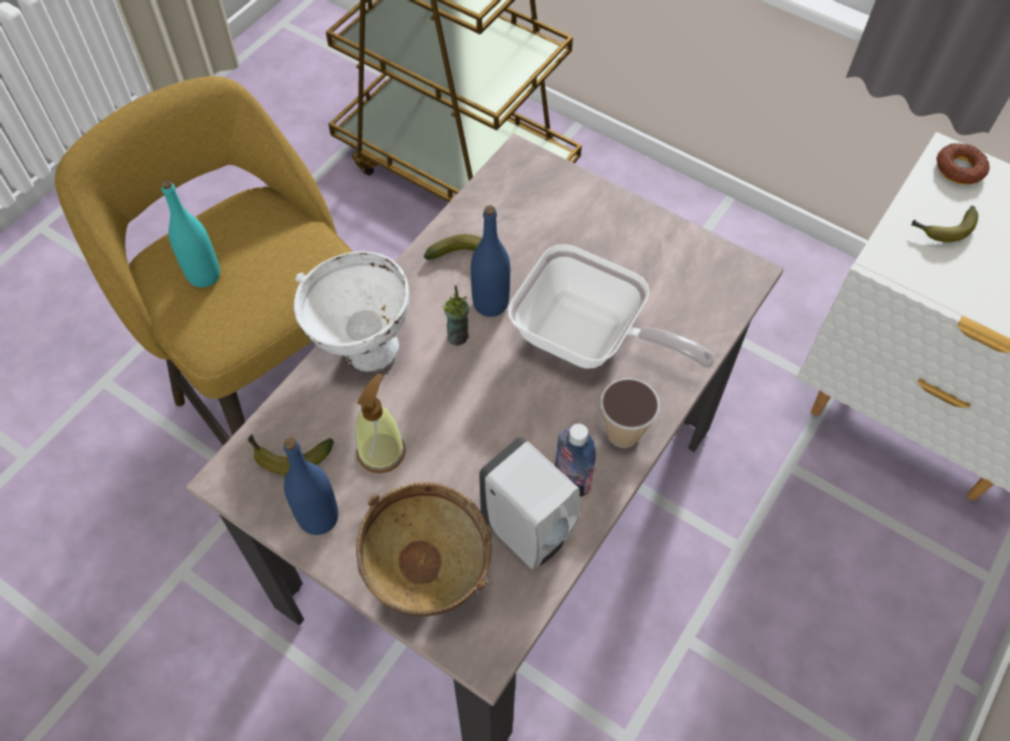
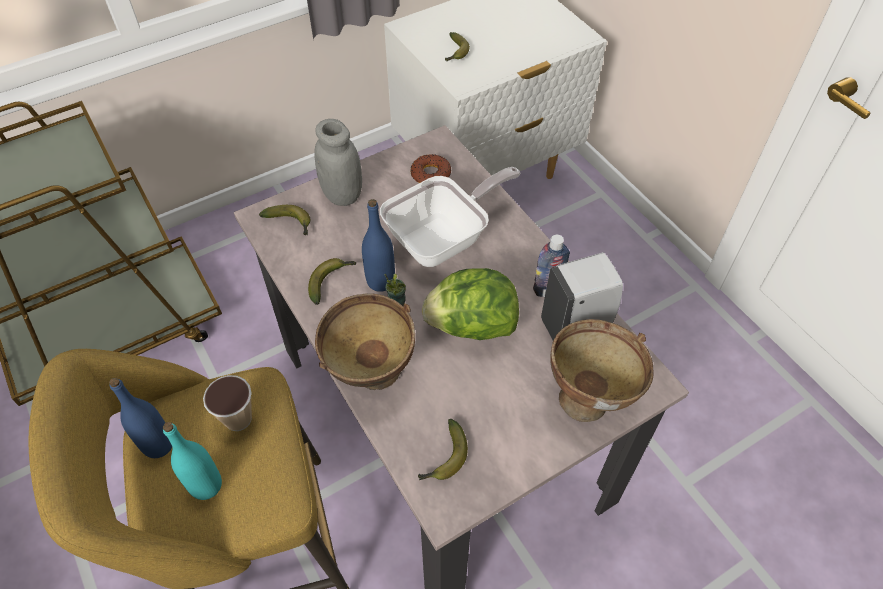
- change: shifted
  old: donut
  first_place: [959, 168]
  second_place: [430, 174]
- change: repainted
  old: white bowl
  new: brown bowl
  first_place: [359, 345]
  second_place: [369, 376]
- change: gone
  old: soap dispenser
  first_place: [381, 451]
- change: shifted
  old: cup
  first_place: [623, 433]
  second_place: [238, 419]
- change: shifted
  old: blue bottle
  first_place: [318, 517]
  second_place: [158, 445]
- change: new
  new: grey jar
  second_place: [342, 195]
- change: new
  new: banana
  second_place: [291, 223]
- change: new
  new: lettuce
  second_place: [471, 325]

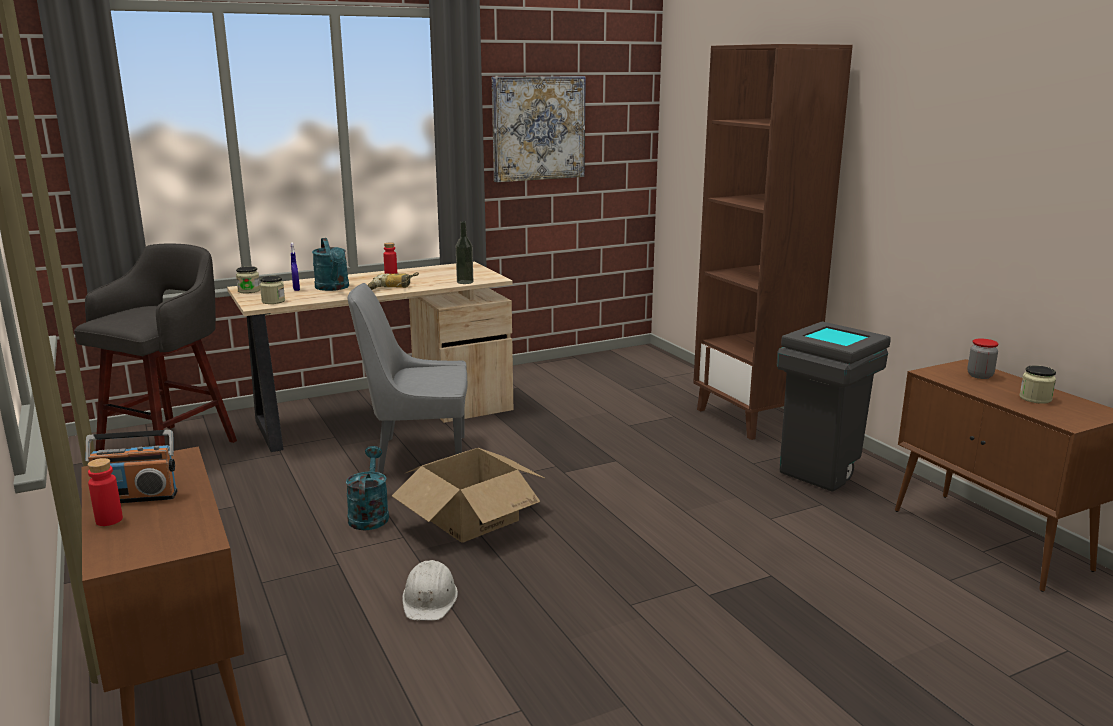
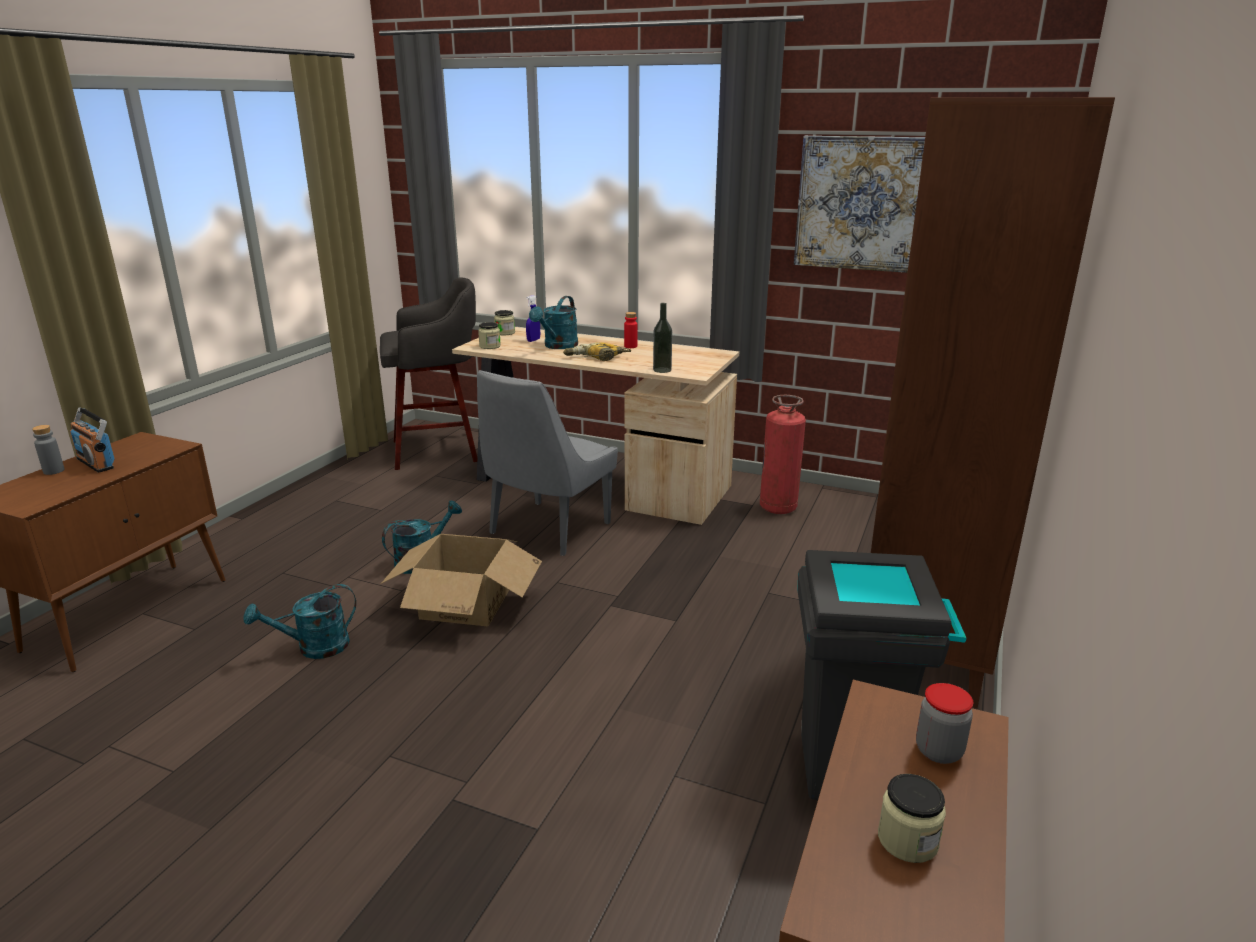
- change: rotated
  old: grey chair
  first_place: [417, 456]
  second_place: [547, 530]
  degrees: -105
- change: repainted
  old: red bottle
  new: grey bottle
  first_place: [109, 520]
  second_place: [54, 471]
- change: swapped
  old: white hard hat
  new: turquoise watering can
  first_place: [430, 599]
  second_place: [314, 648]
- change: new
  new: fire extinguisher
  second_place: [778, 508]

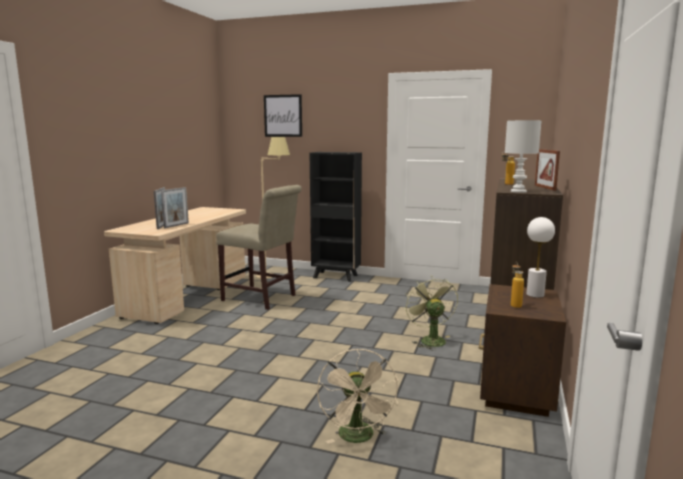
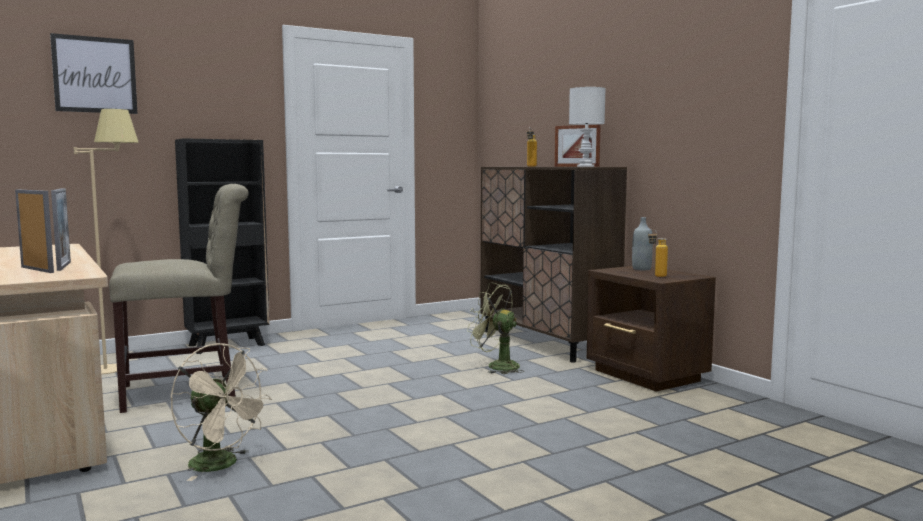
- change: swapped
  old: white table lamp
  new: grey bottle
  first_place: [535, 294]
  second_place: [641, 269]
- change: shifted
  old: beige fan
  first_place: [358, 438]
  second_place: [222, 465]

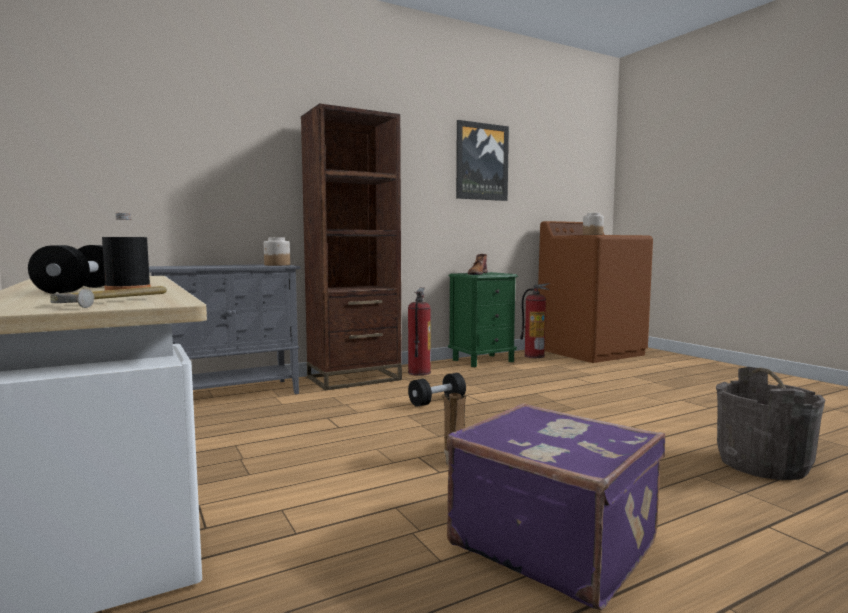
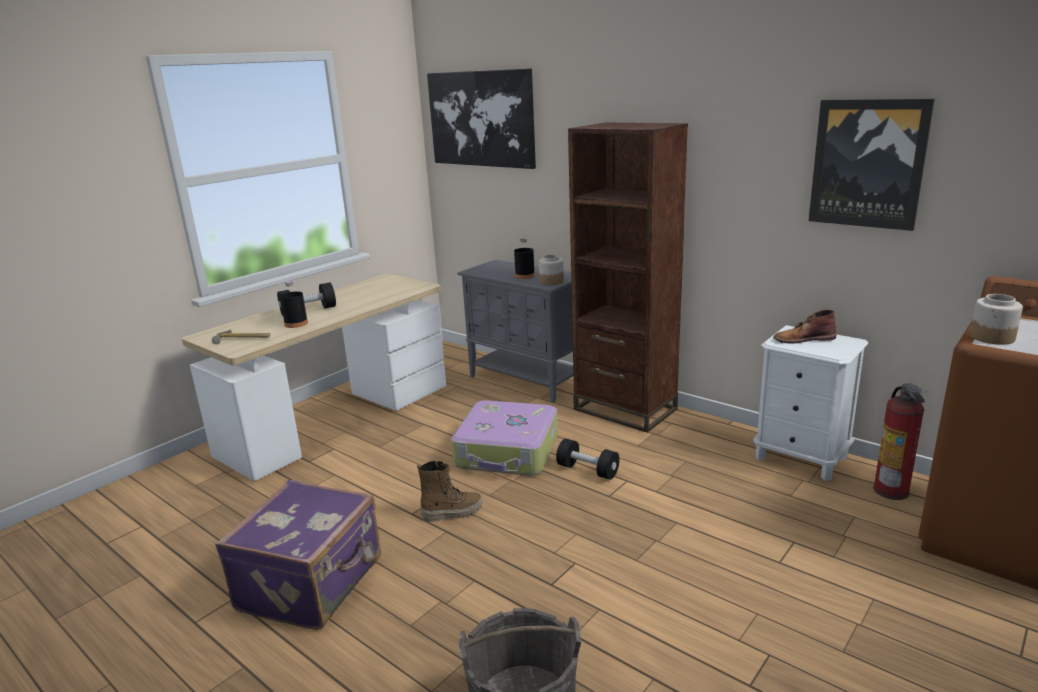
- change: repainted
  old: green nightstand
  new: white nightstand
  first_place: [483, 360]
  second_place: [801, 458]
- change: gone
  old: fire extinguisher
  first_place: [419, 372]
- change: new
  new: picture
  second_place: [481, 119]
- change: new
  new: black bottle
  second_place: [525, 276]
- change: new
  new: suitcase
  second_place: [508, 452]

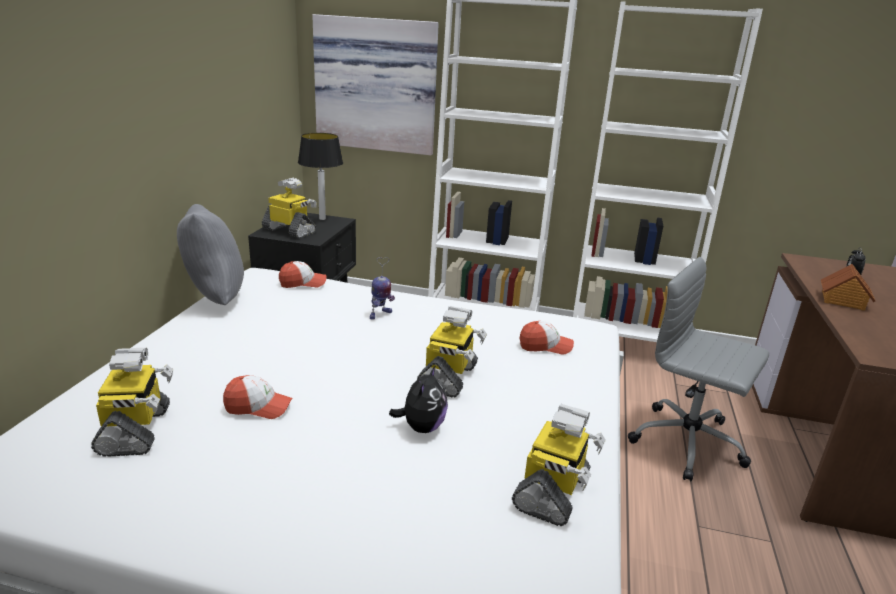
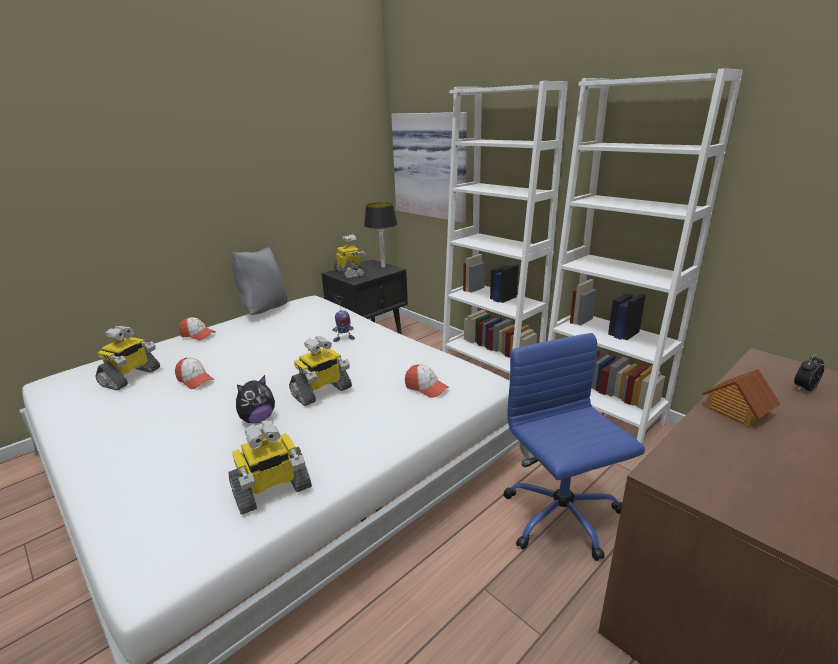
- change: repainted
  old: grey office chair
  new: blue office chair
  first_place: [689, 443]
  second_place: [562, 518]
- change: shifted
  old: cap
  first_place: [303, 283]
  second_place: [198, 335]

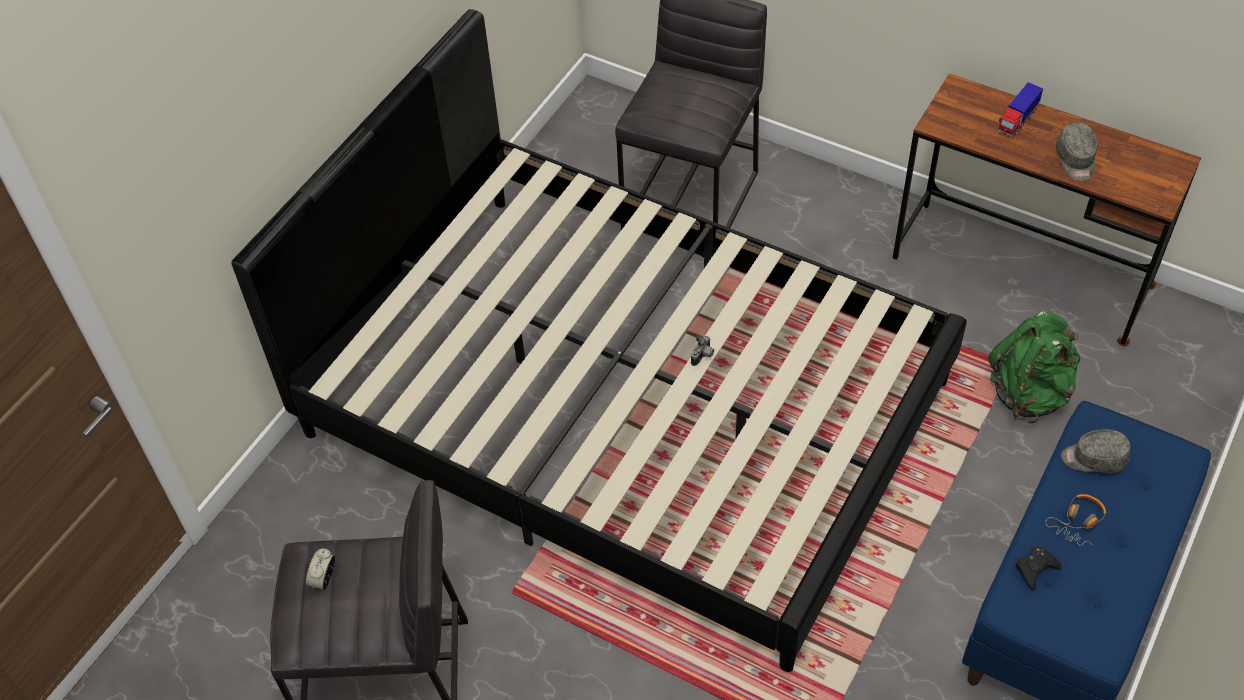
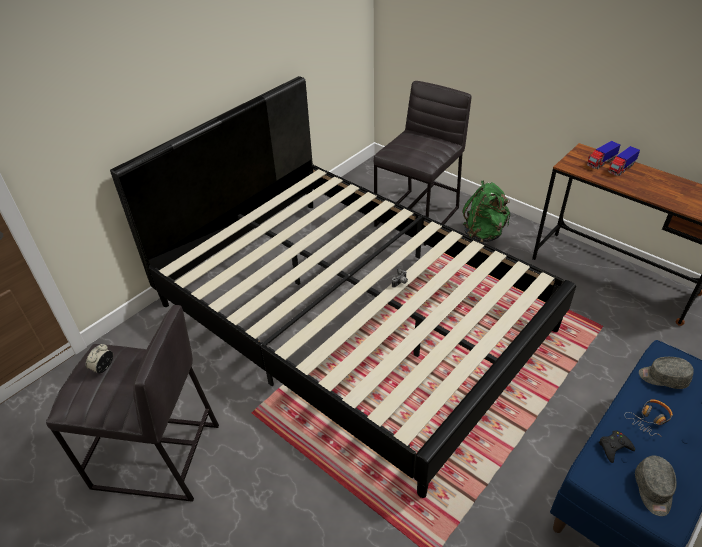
- change: shifted
  old: grey cap
  first_place: [1075, 160]
  second_place: [653, 490]
- change: shifted
  old: green backpack
  first_place: [1030, 392]
  second_place: [483, 234]
- change: new
  new: toy truck
  second_place: [600, 162]

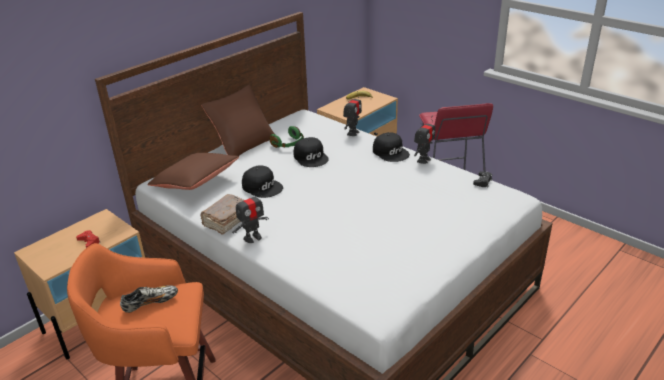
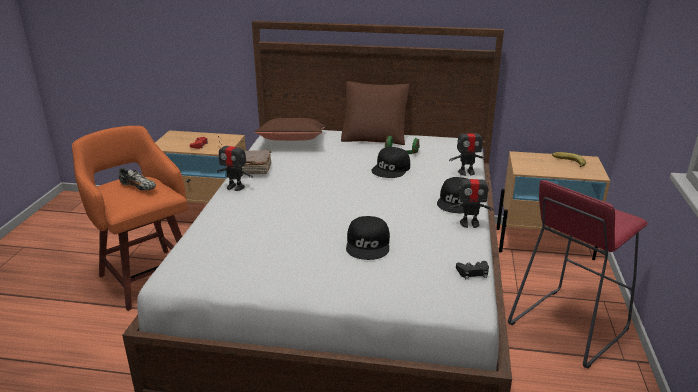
- change: shifted
  old: black cap
  first_place: [262, 186]
  second_place: [368, 244]

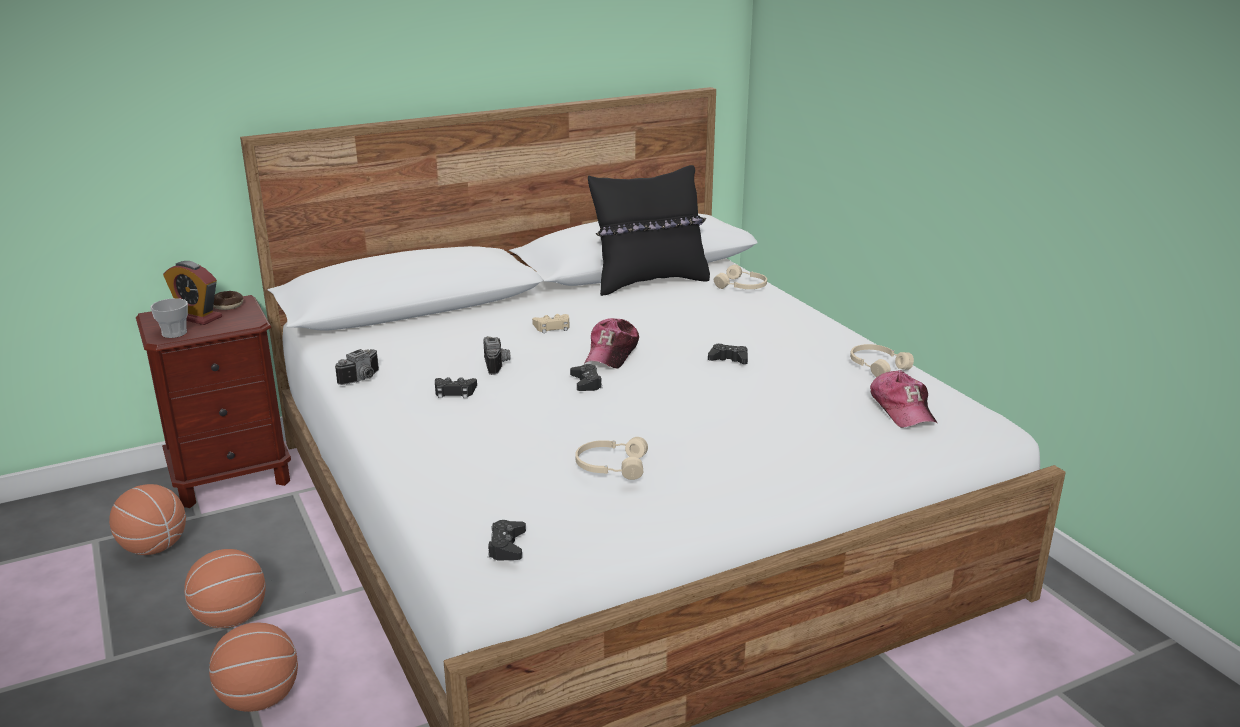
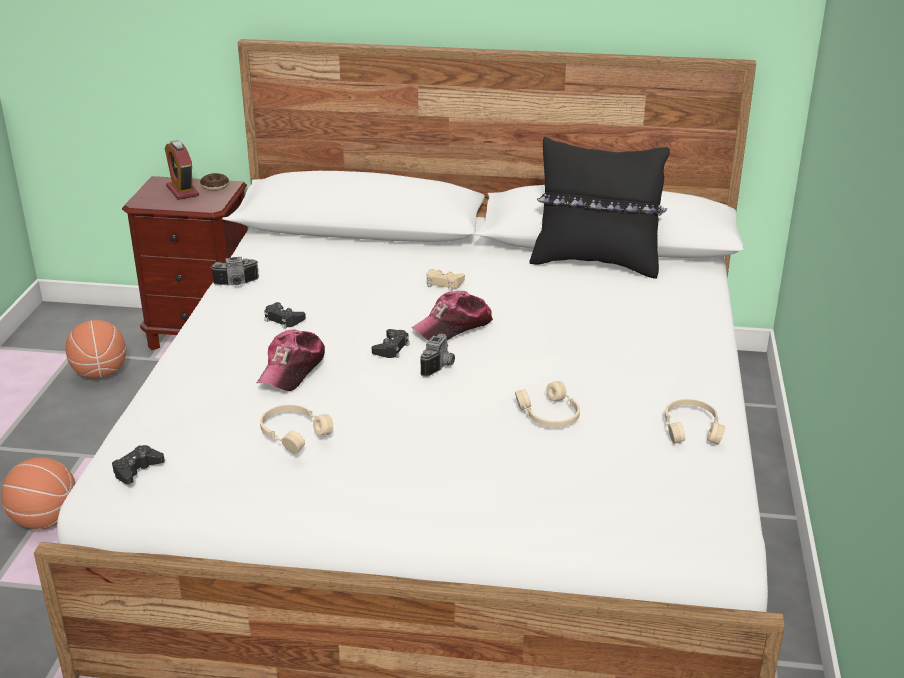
- change: shifted
  old: beige headphones
  first_place: [742, 287]
  second_place: [549, 415]
- change: gone
  old: cup
  first_place: [174, 333]
- change: shifted
  old: photo camera
  first_place: [498, 364]
  second_place: [441, 366]
- change: gone
  old: black game controller
  first_place: [729, 359]
- change: shifted
  old: cap
  first_place: [902, 409]
  second_place: [292, 369]
- change: gone
  old: basketball
  first_place: [230, 618]

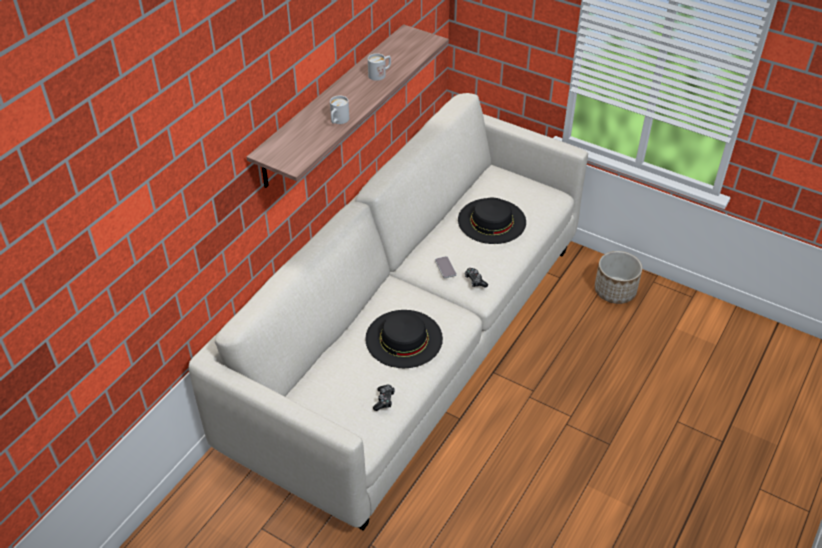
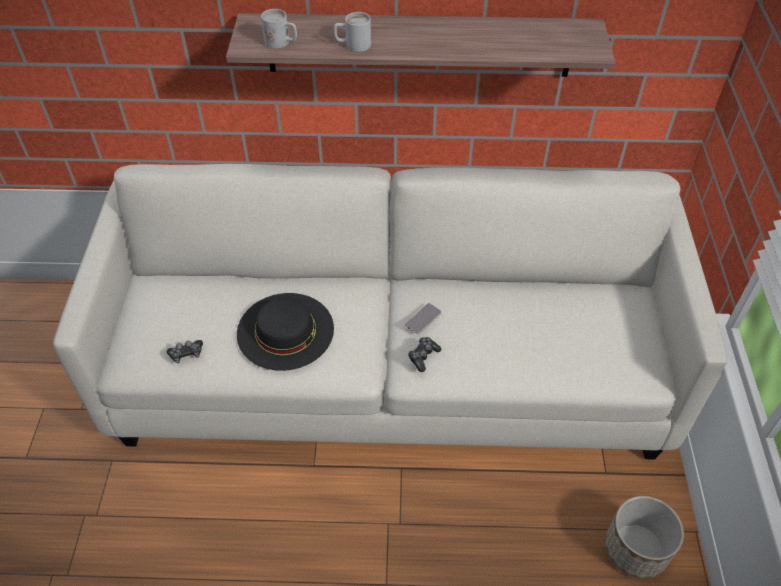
- change: shifted
  old: white mug
  first_place: [380, 74]
  second_place: [282, 43]
- change: gone
  old: black hat
  first_place: [491, 221]

